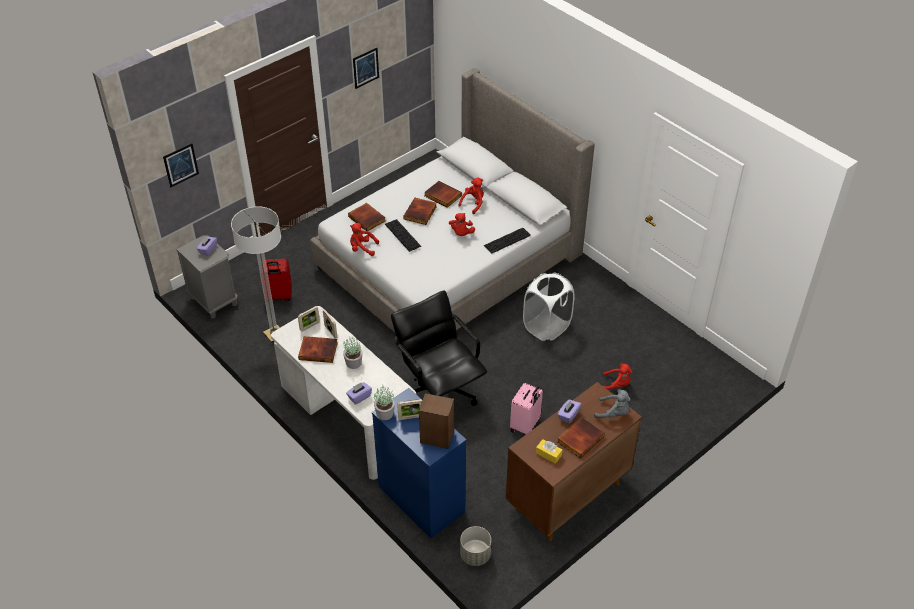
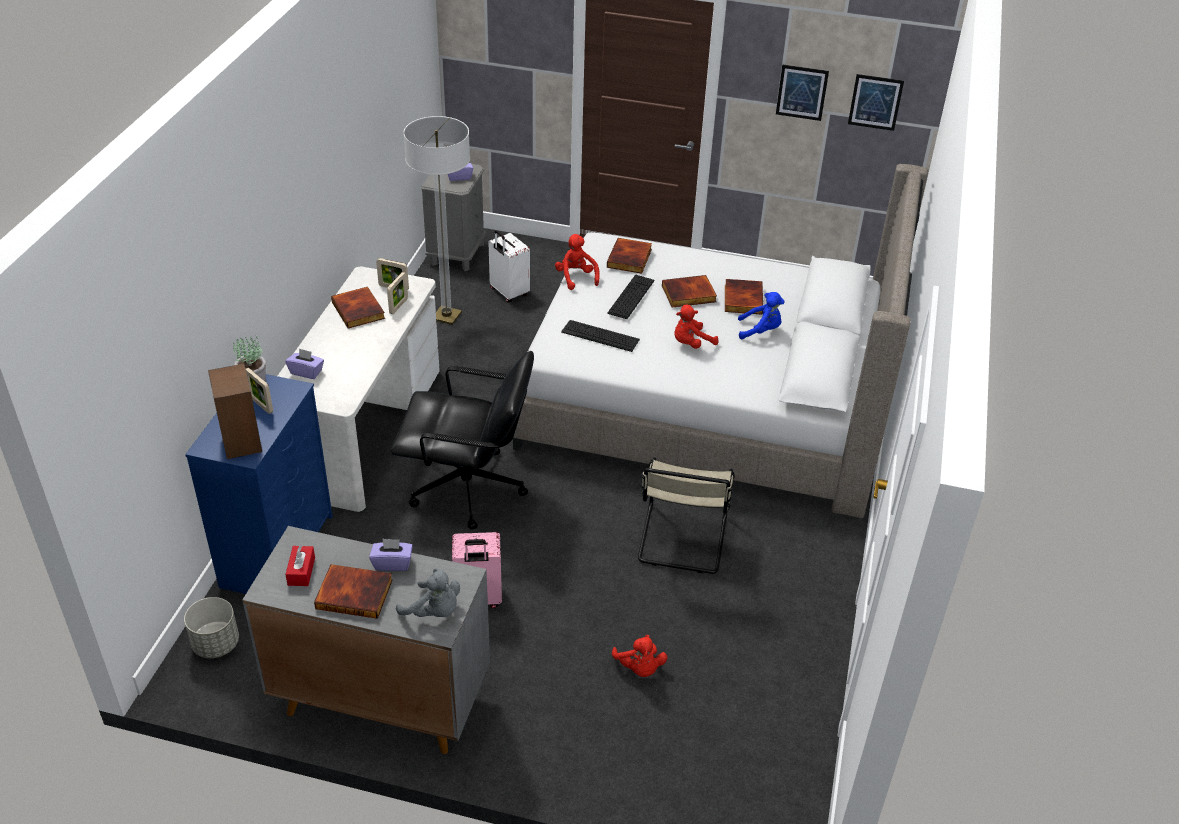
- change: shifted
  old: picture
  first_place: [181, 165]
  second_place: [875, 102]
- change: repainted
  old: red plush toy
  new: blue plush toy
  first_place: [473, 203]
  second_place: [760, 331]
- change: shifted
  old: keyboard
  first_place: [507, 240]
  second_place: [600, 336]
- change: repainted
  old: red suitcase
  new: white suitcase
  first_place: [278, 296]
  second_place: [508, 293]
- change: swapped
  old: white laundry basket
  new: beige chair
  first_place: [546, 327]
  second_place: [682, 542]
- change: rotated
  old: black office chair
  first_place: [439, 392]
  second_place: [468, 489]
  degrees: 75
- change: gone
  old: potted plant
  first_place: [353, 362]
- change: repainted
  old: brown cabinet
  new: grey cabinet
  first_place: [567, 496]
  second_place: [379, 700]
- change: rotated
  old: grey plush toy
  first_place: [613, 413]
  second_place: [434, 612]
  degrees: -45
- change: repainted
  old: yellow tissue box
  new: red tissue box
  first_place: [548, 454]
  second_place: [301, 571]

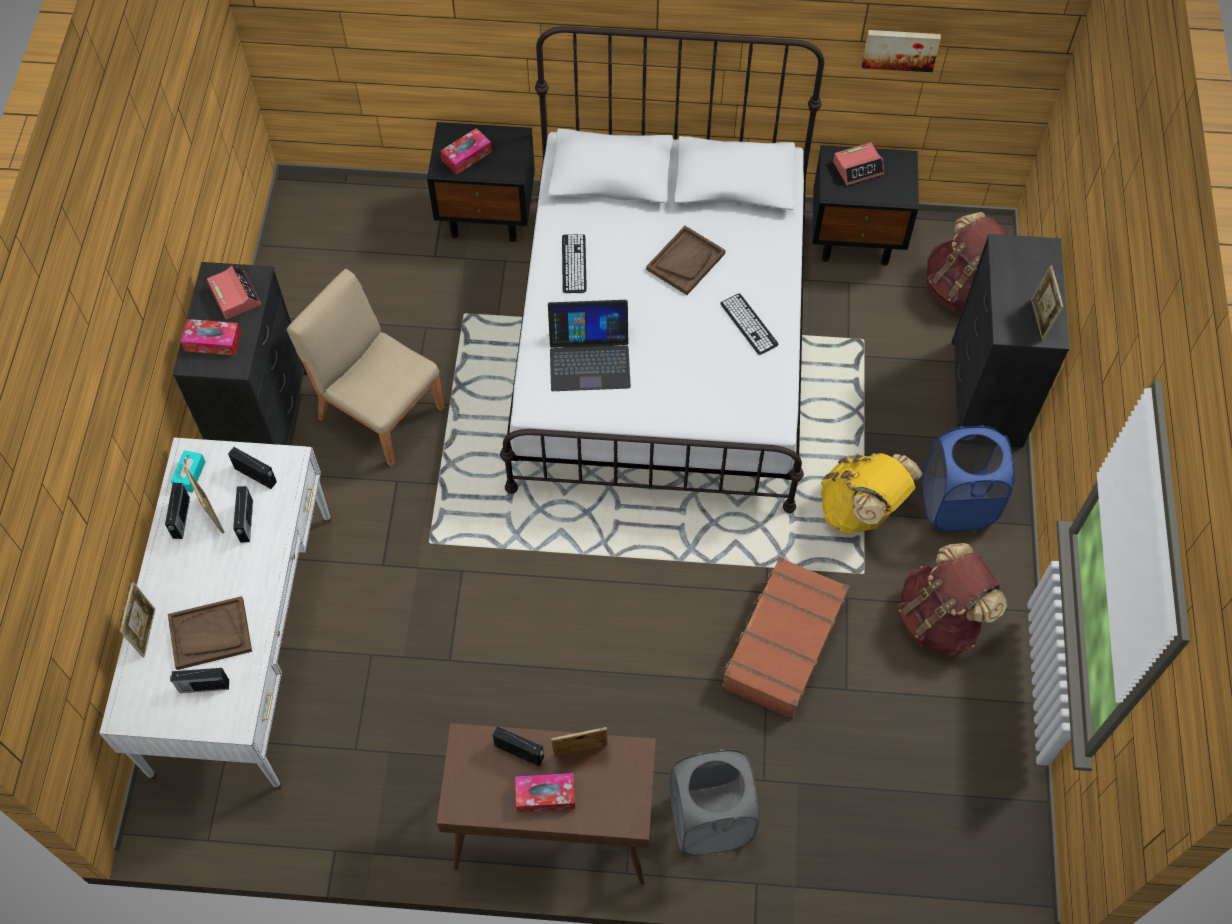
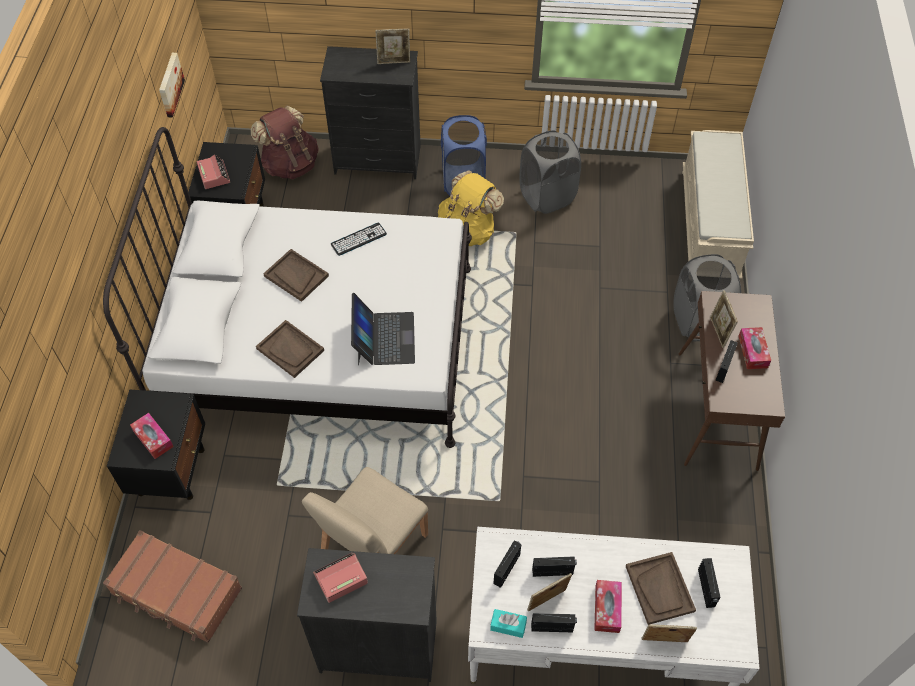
- change: swapped
  old: keyboard
  new: brown tray
  first_place: [574, 264]
  second_place: [290, 350]
- change: shifted
  old: tissue box
  first_place: [213, 342]
  second_place: [607, 609]
- change: swapped
  old: brown backpack
  new: grey laundry basket
  first_place: [939, 619]
  second_place: [547, 196]
- change: shifted
  old: brown suitcase
  first_place: [782, 644]
  second_place: [176, 592]
- change: new
  new: beige bench
  second_place: [710, 226]

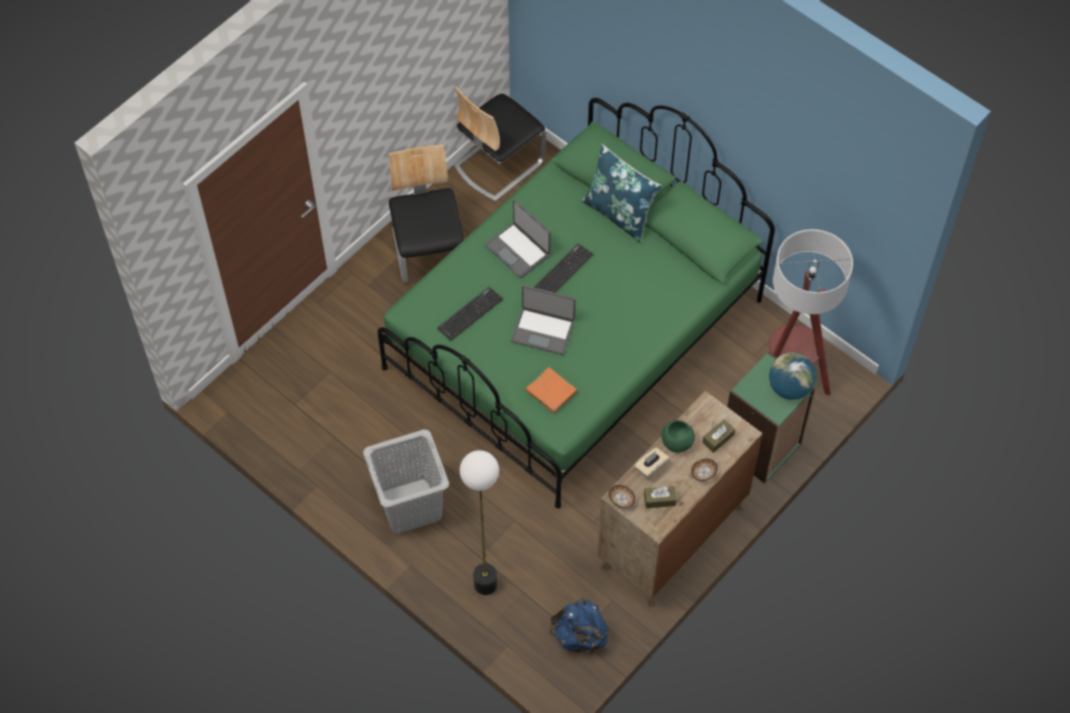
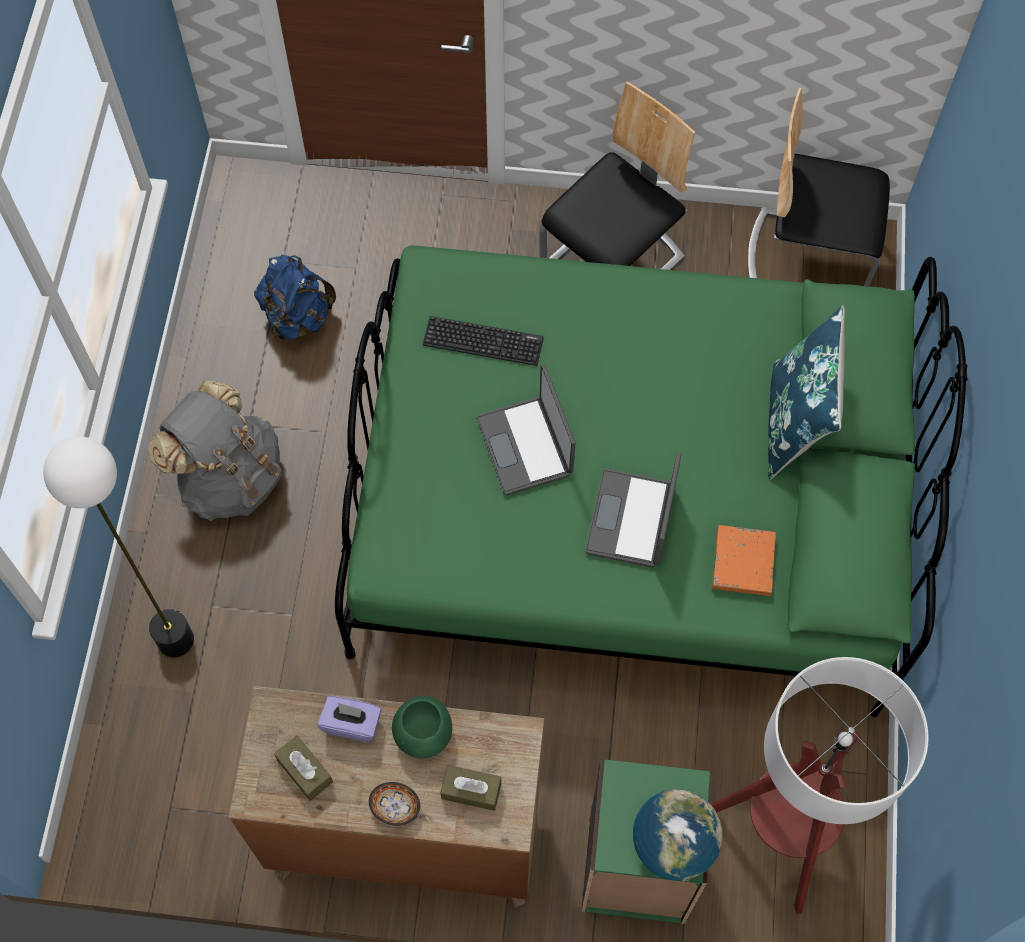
- change: shifted
  old: laptop
  first_place: [518, 250]
  second_place: [632, 520]
- change: gone
  old: keyboard
  first_place: [563, 271]
- change: shifted
  old: orange book
  first_place: [551, 392]
  second_place: [743, 562]
- change: swapped
  old: grey laundry basket
  new: grey backpack
  first_place: [410, 505]
  second_place: [230, 478]
- change: repainted
  old: beige tissue box
  new: purple tissue box
  first_place: [651, 468]
  second_place: [352, 724]
- change: gone
  old: bowl
  first_place: [621, 499]
- change: shifted
  old: blue backpack
  first_place: [580, 636]
  second_place: [297, 317]

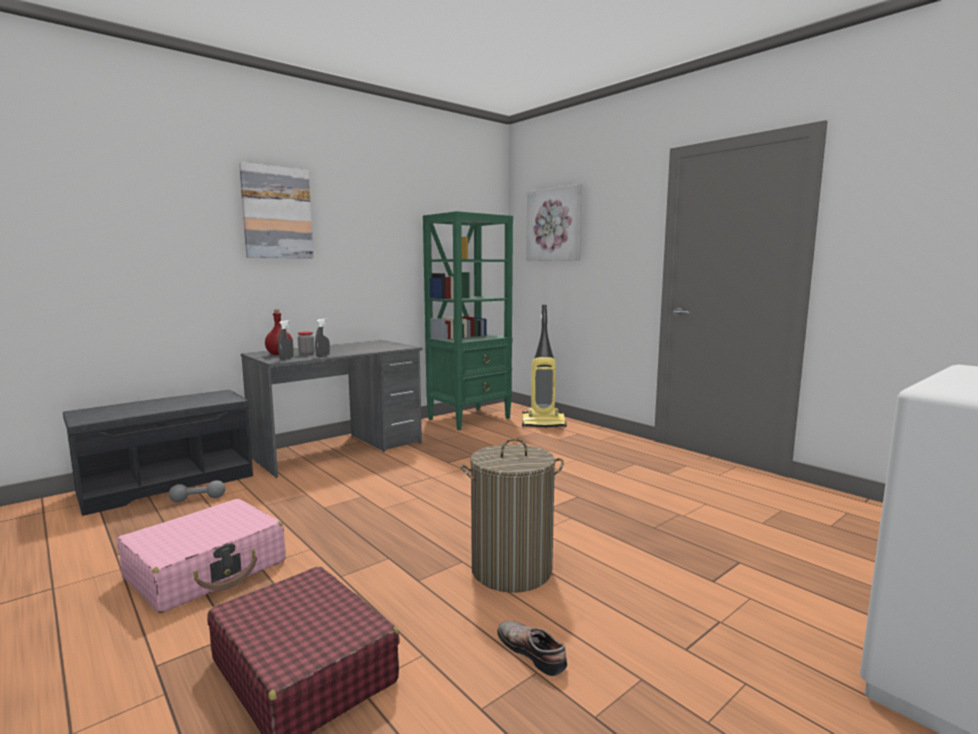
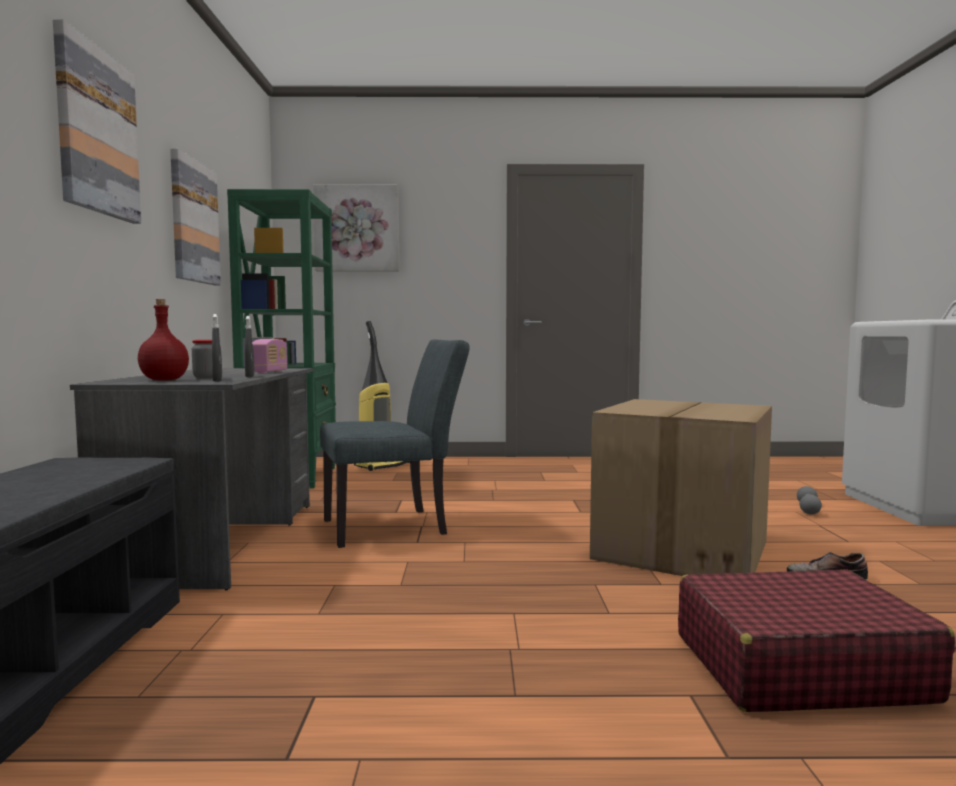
- change: swapped
  old: laundry basket
  new: cardboard box
  first_place: [511, 570]
  second_place: [683, 550]
- change: shifted
  old: grey dumbbell
  first_place: [198, 499]
  second_place: [808, 509]
- change: gone
  old: pink suitcase
  first_place: [207, 570]
- change: new
  new: picture
  second_place: [193, 222]
- change: new
  new: radio
  second_place: [269, 372]
- change: new
  new: grey chair
  second_place: [394, 526]

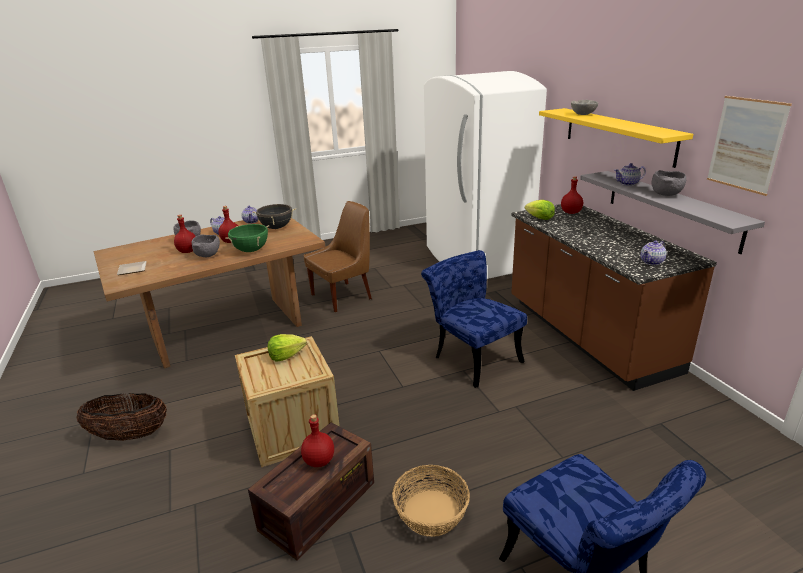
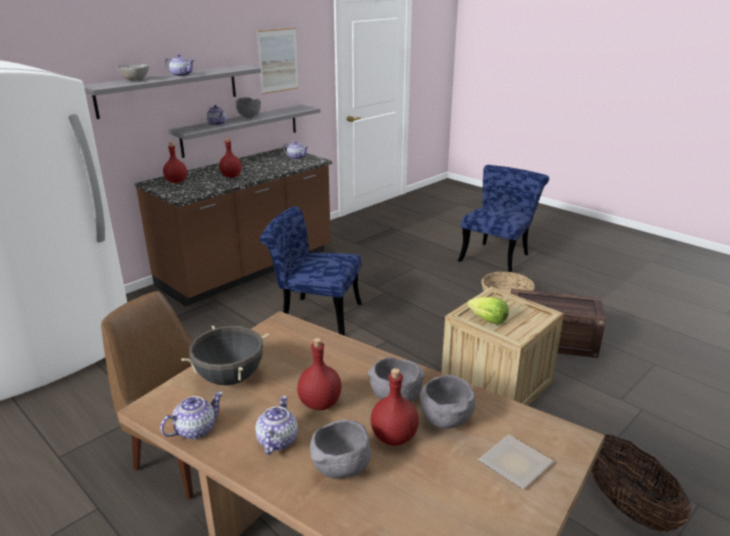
- change: repainted
  old: yellow shelf
  new: grey shelf
  first_place: [618, 135]
  second_place: [169, 90]
- change: gone
  old: lettuce
  first_place: [539, 218]
- change: gone
  old: green cooking pot
  first_place: [251, 250]
- change: rotated
  old: blue chair
  first_place: [472, 357]
  second_place: [314, 315]
  degrees: 75
- change: shifted
  old: red bottle
  first_place: [320, 461]
  second_place: [231, 176]
- change: new
  new: teapot
  second_place: [181, 75]
- change: new
  new: grey bowl
  second_place: [445, 419]

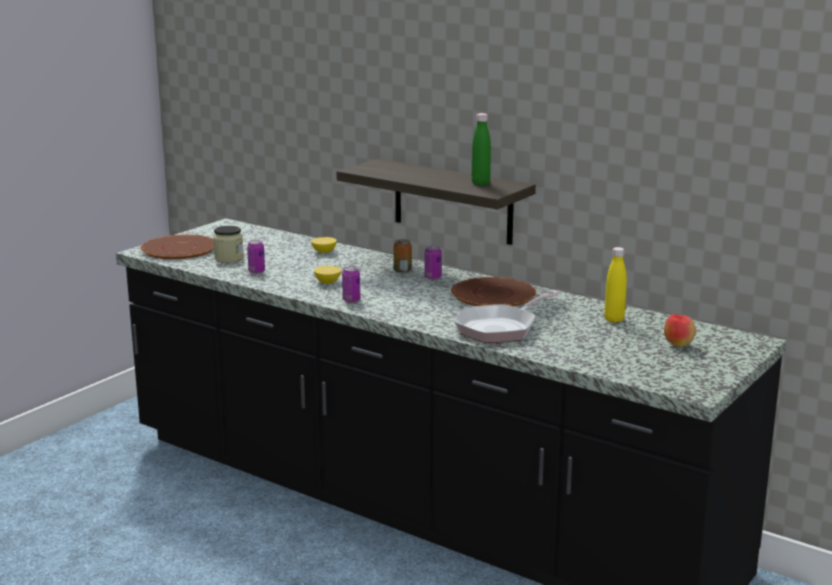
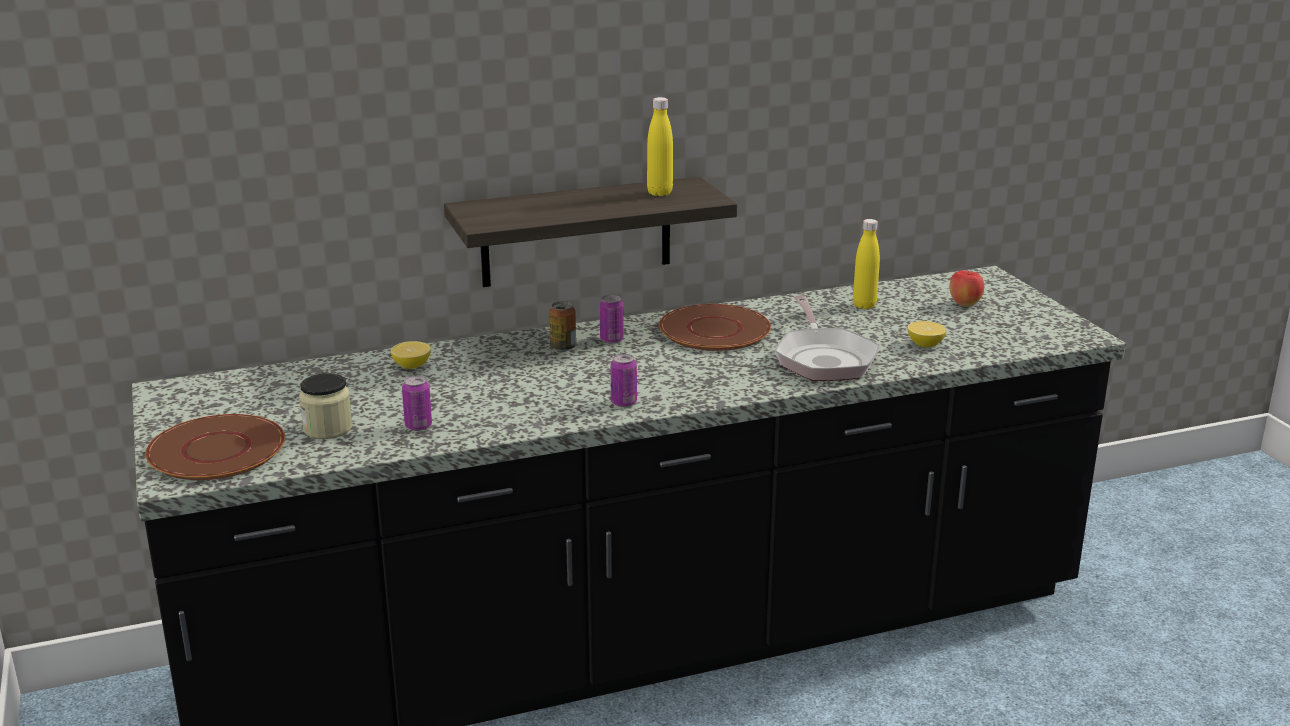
- change: repainted
  old: green bottle
  new: yellow bottle
  first_place: [480, 183]
  second_place: [659, 193]
- change: shifted
  old: lemon
  first_place: [328, 282]
  second_place: [925, 345]

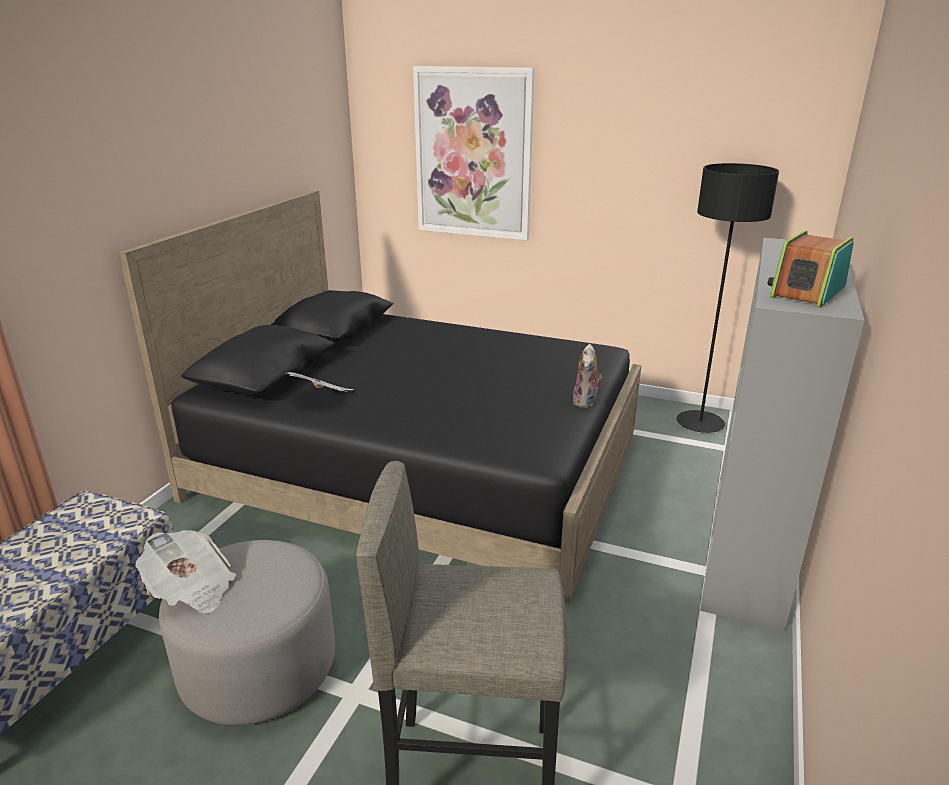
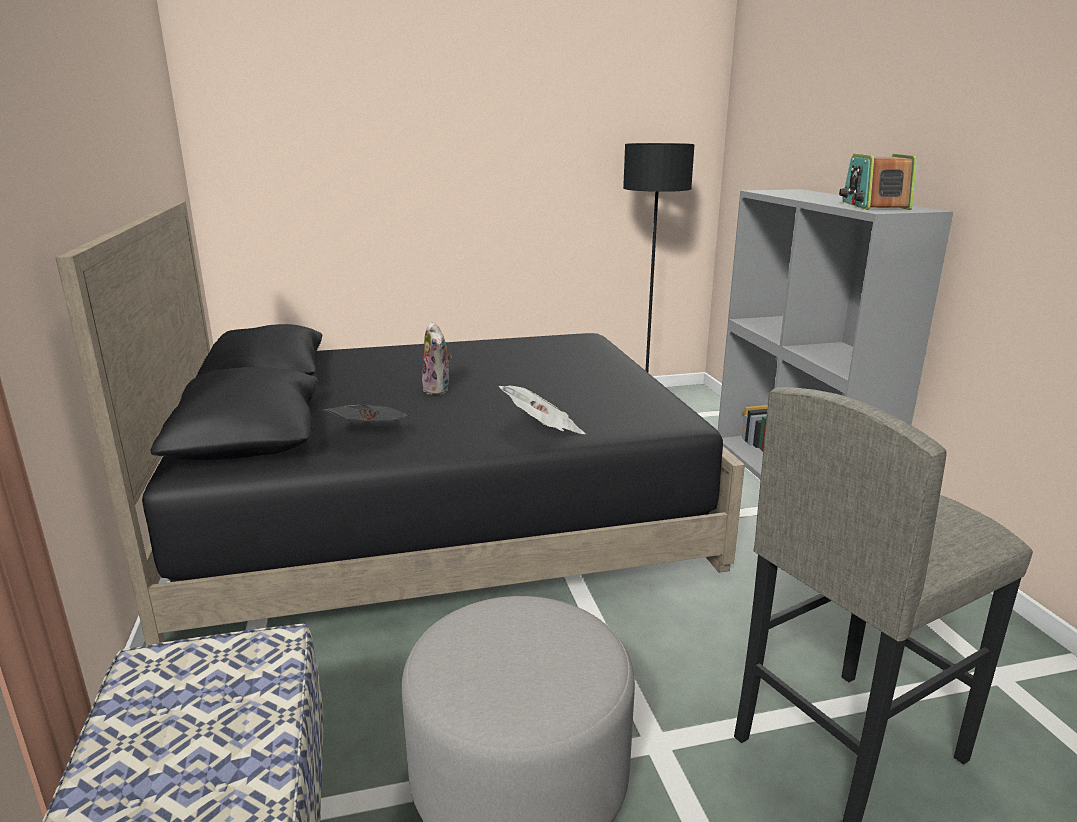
- change: gone
  old: picture
  first_place: [473, 154]
- change: shifted
  old: plush toy
  first_place: [586, 402]
  second_place: [438, 389]
- change: shifted
  old: newspaper
  first_place: [191, 589]
  second_place: [543, 431]

